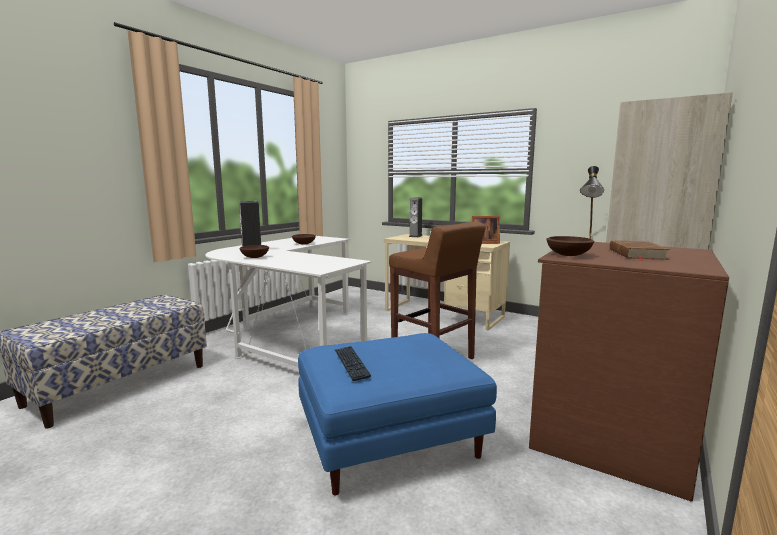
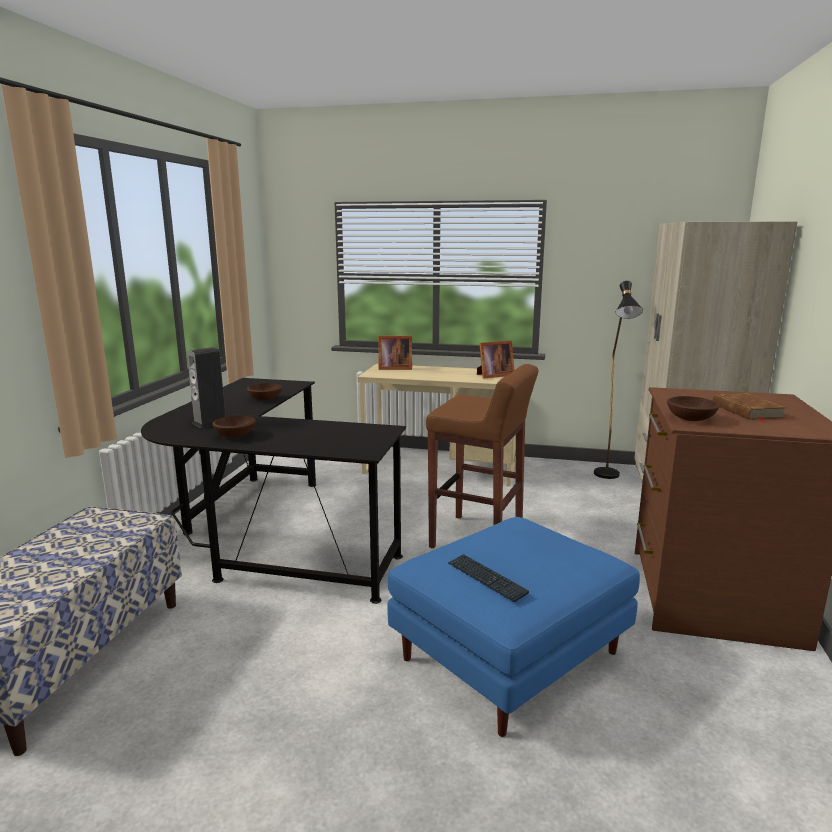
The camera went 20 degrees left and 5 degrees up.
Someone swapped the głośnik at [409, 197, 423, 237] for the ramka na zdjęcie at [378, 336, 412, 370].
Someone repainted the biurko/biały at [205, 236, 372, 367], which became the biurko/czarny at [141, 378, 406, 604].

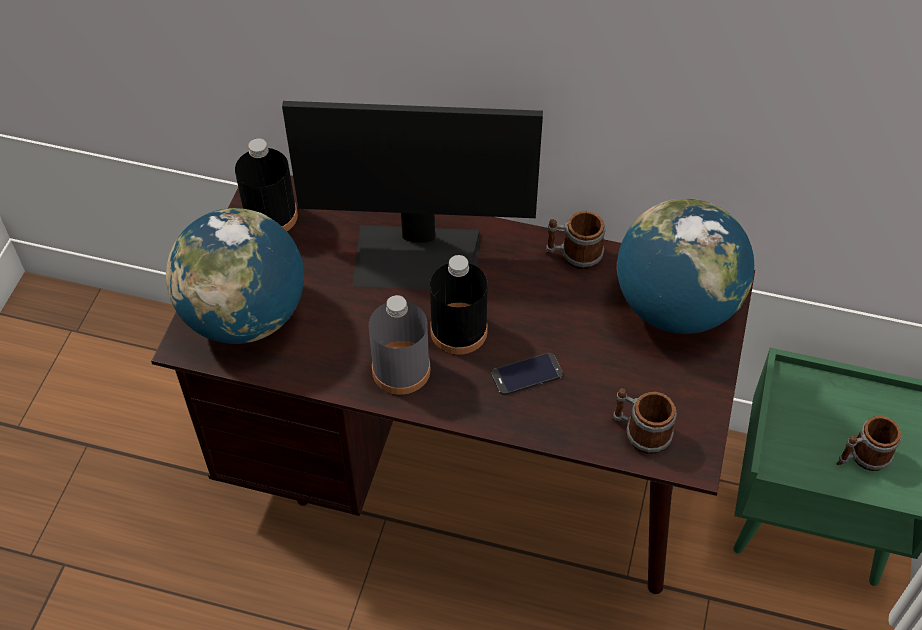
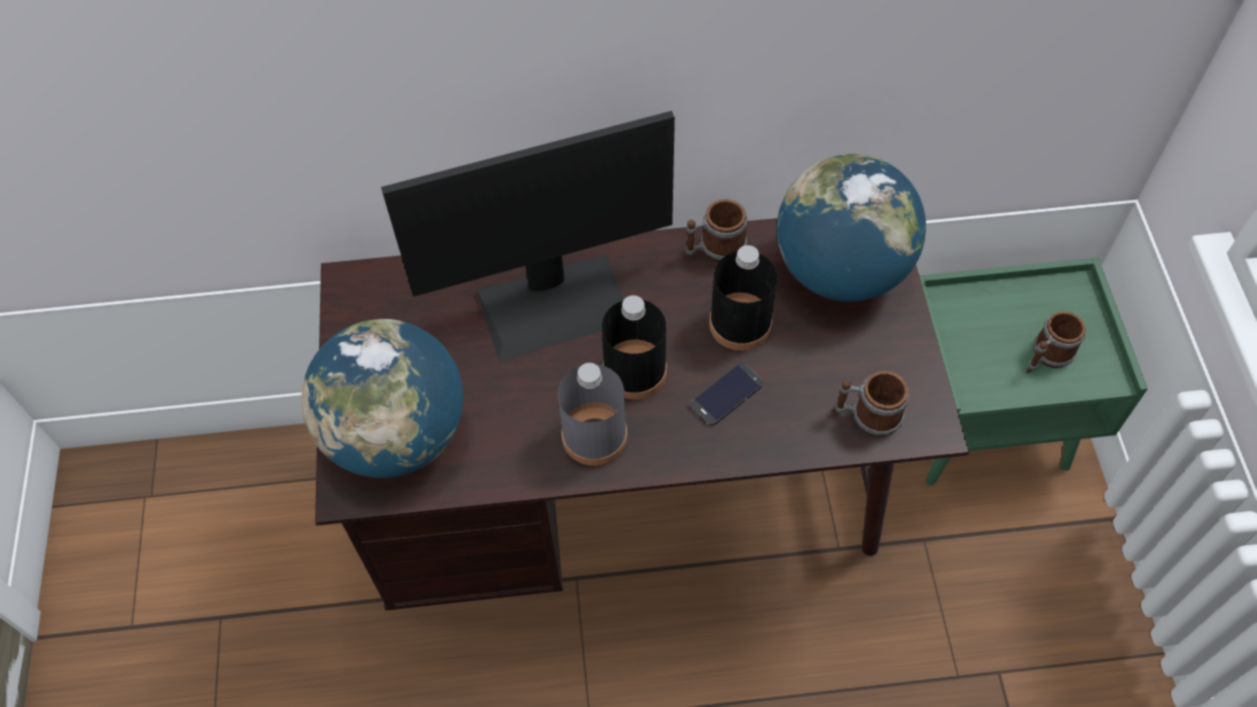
The camera went 20 degrees left and 5 degrees up.
Someone carried the butelka/czarny from [235, 138, 298, 231] to [709, 245, 778, 351].

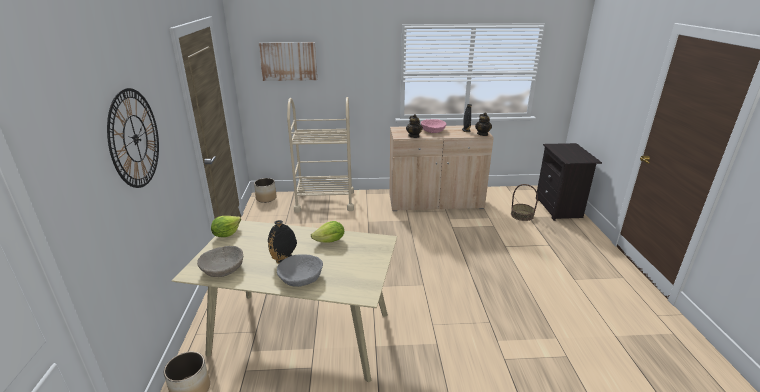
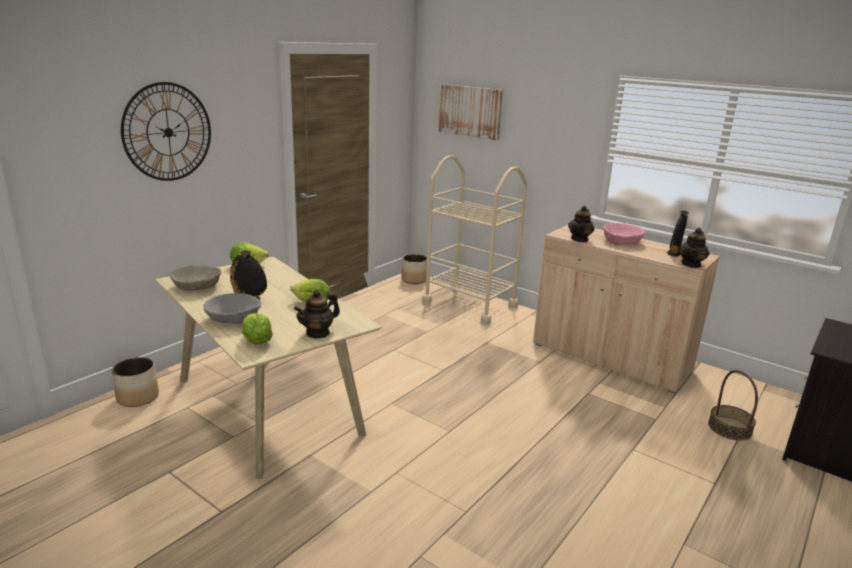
The camera went 40 degrees right and 5 degrees down.
Someone put down the imbryk at [294, 290, 340, 339].
Someone put down the sałata at [242, 313, 273, 344].

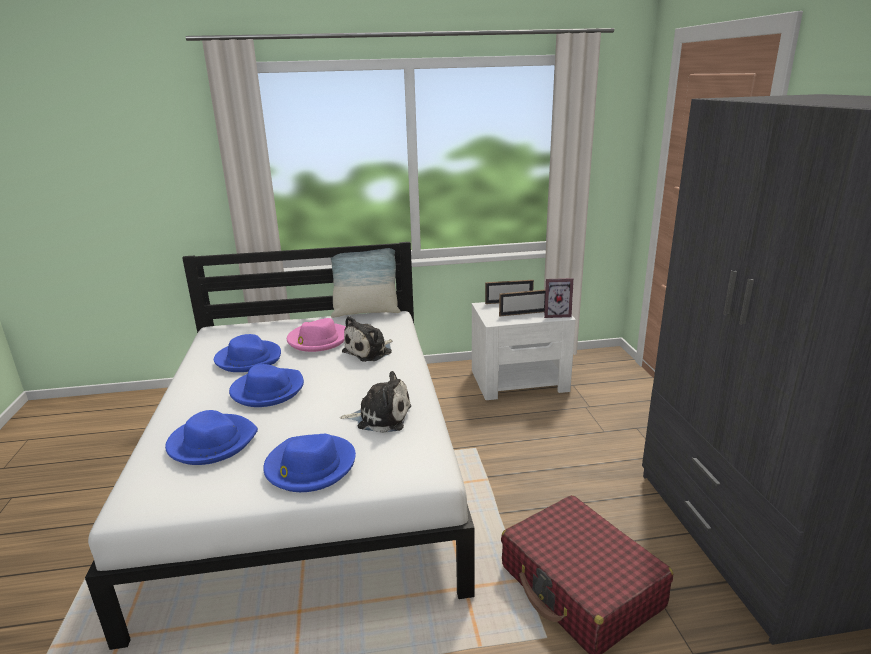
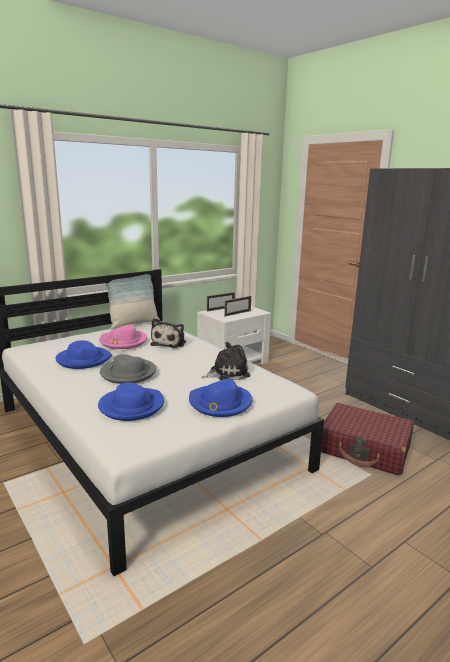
The camera went 30 degrees left and 5 degrees down.
Someone took away the ramka na zdjęcie at [544, 278, 574, 318].
Someone repainted the kapelusz/niebieski at [229, 364, 304, 407], which became the kapelusz/szary at [100, 354, 157, 384].

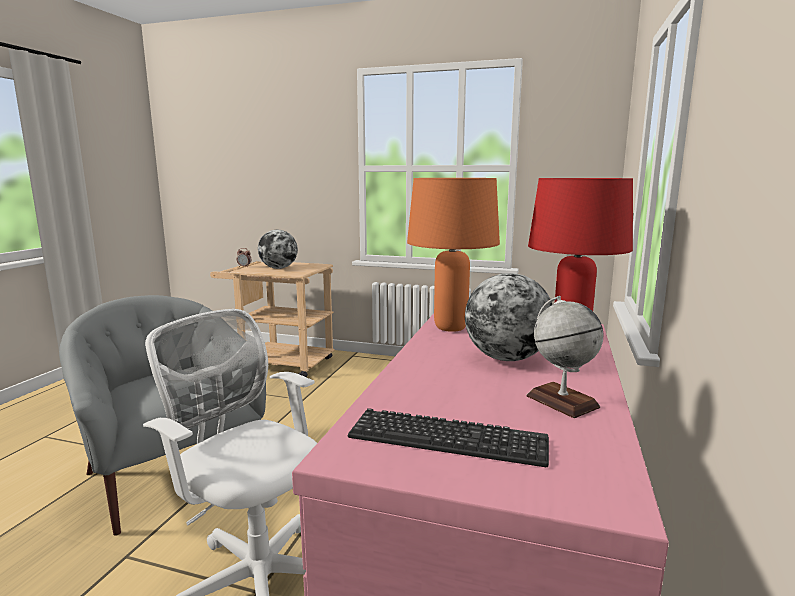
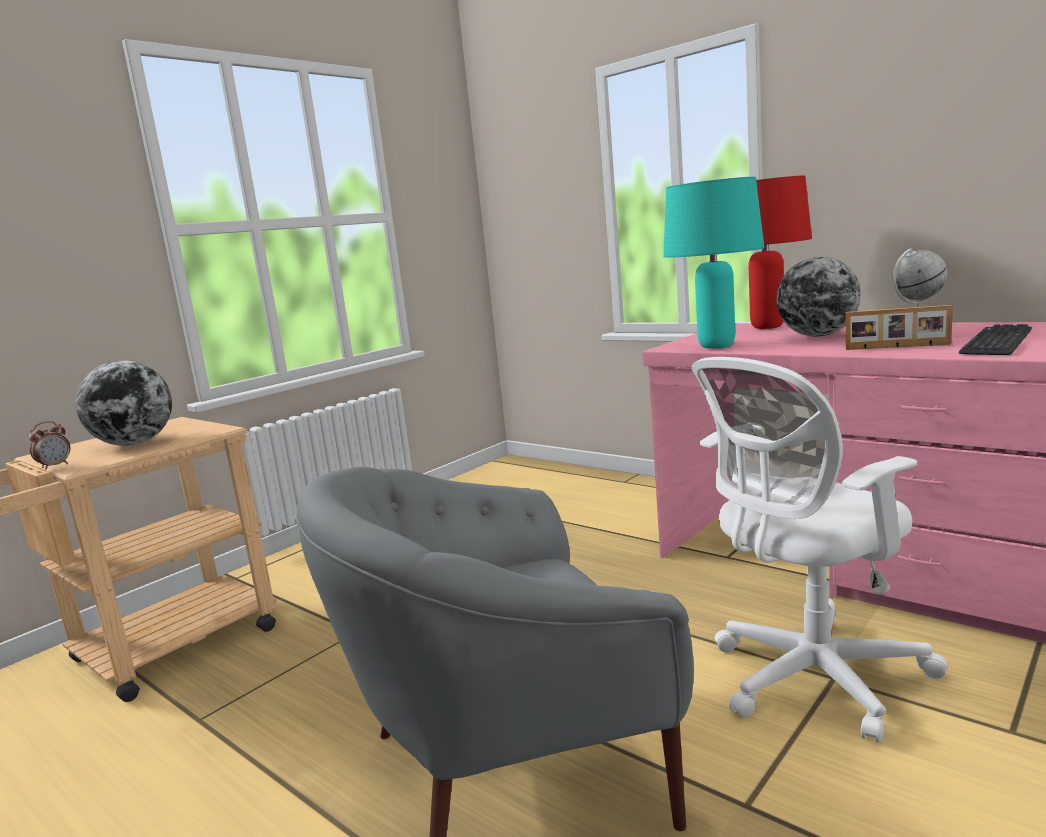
The camera went 65 degrees left and 0 degrees up.
Someone repainted the lampa stołowa/pomarańczowy at [407, 178, 500, 332], which became the lampa stołowa/turkusowy at [663, 177, 764, 349].
Someone put down the ramka na zdjęcie at [845, 305, 953, 350].

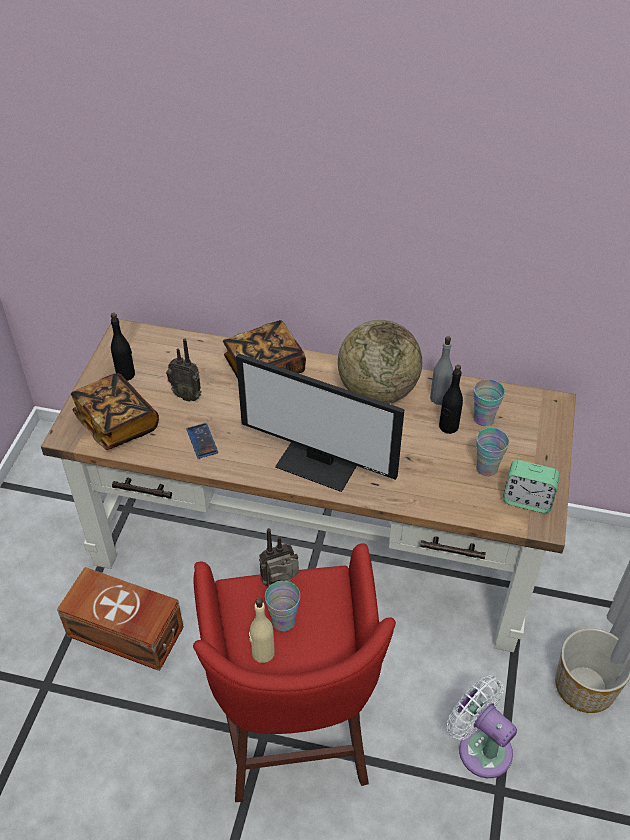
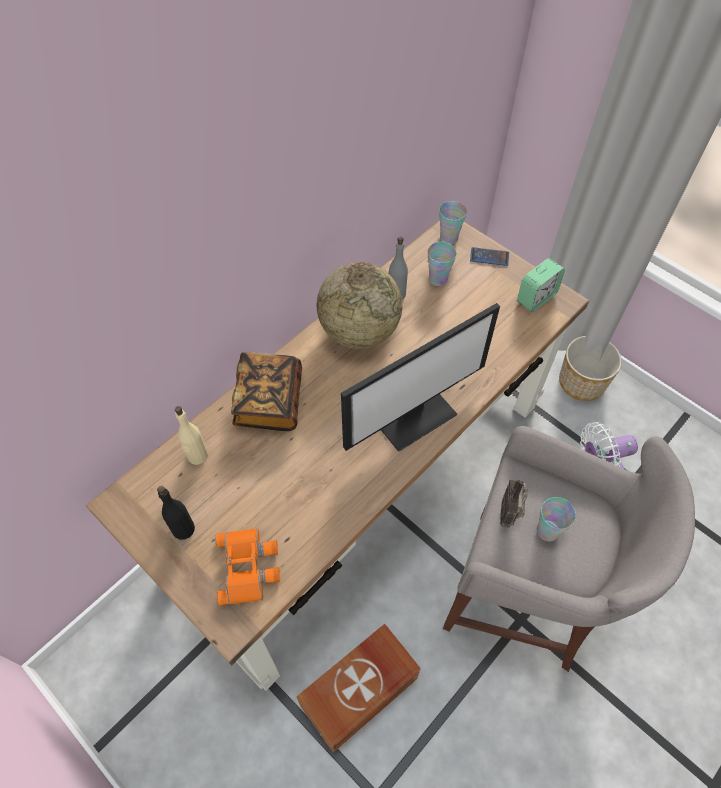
The camera went 60 degrees left and 10 degrees up.
Someone took away the radio at [166, 339, 202, 402].
Someone took away the butelka/czarny at [439, 365, 463, 434].
Someone swapped the książka at [71, 373, 159, 450] for the lornetka/pomarańczowy at [215, 528, 280, 605].
Someone carried the telefon from [186, 423, 218, 459] to [470, 247, 509, 266].
Someone carried the filiżanka from [476, 428, 509, 476] to [439, 201, 467, 244].
Someone repainted the stołek/czerwony at [193, 543, 396, 802], which became the stołek/szary at [443, 426, 695, 672].
Someone carried the butelka/beżowy from [249, 598, 275, 663] to [175, 406, 208, 465].

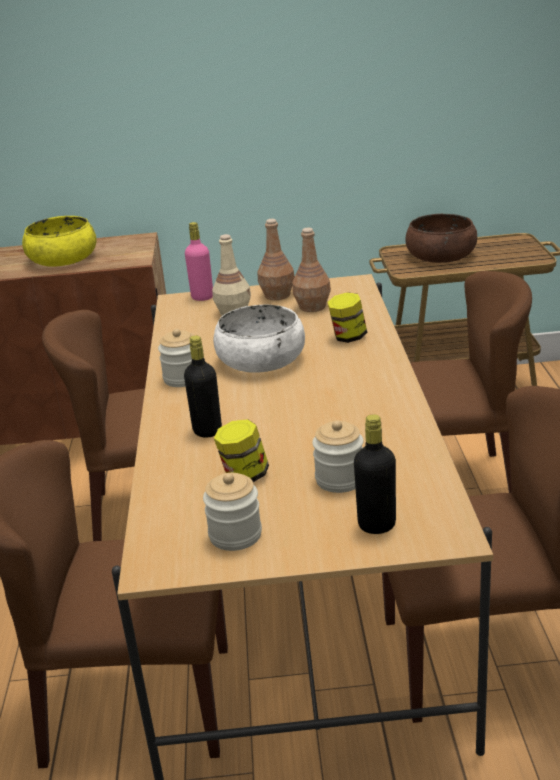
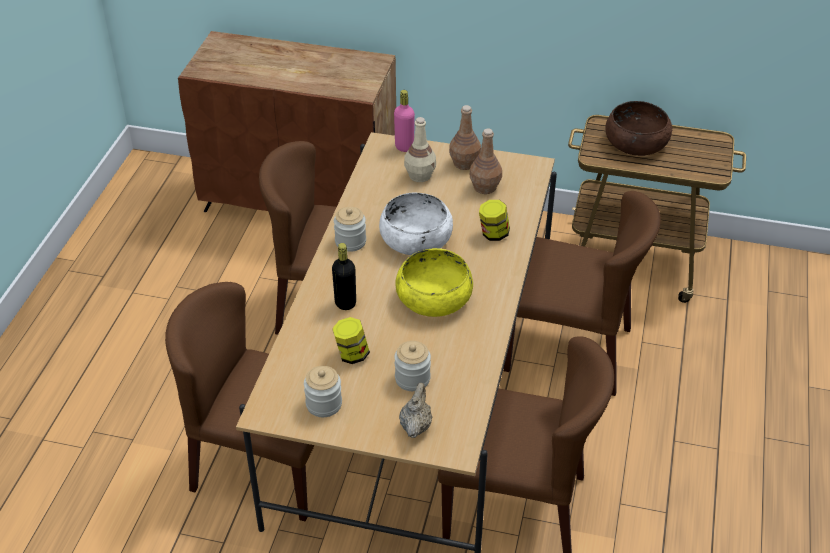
The camera went 15 degrees right and 15 degrees up.
Someone carried the miska/żółty from [22, 216, 96, 266] to [396, 248, 473, 317].
Someone swapped the butelka/czarny at [354, 414, 396, 534] for the imbryk/beżowy at [399, 383, 432, 438].

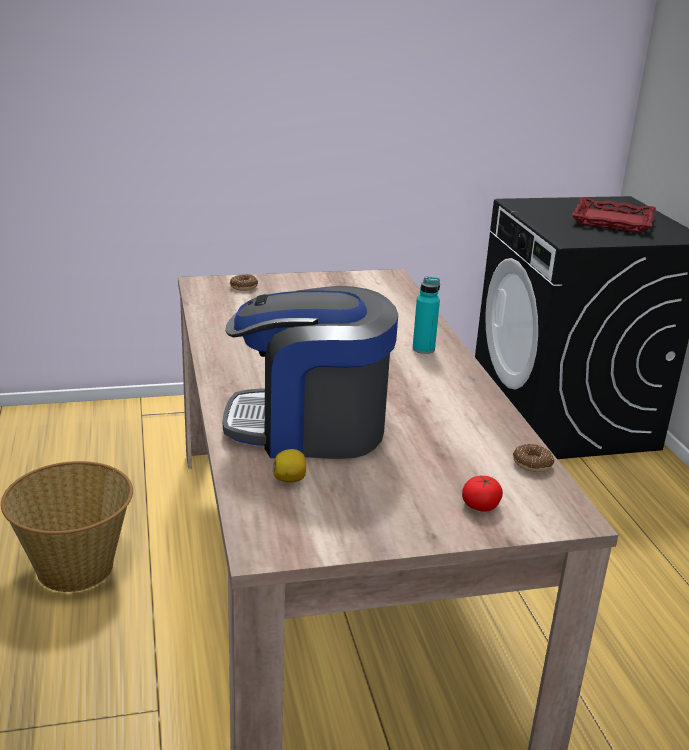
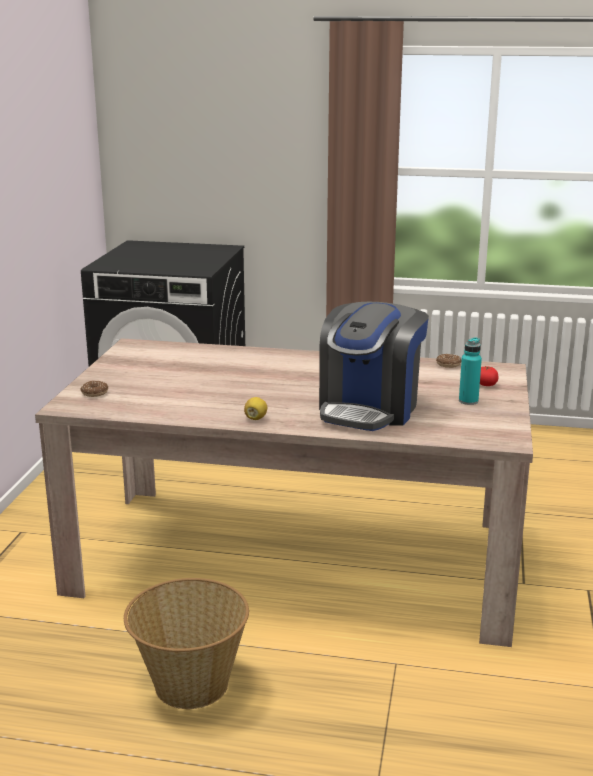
The camera went 65 degrees left and 5 degrees down.
Someone took away the taca/czerwony at [572, 197, 656, 233].
Someone carried the butelka/turkusowy from [413, 276, 440, 354] to [459, 337, 482, 405].
Someone carried the cytryna from [272, 449, 306, 483] to [244, 397, 267, 420].

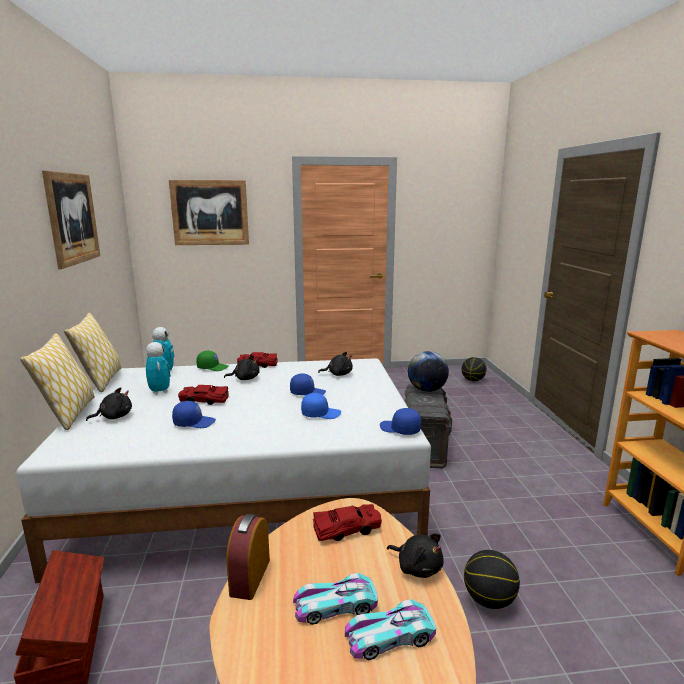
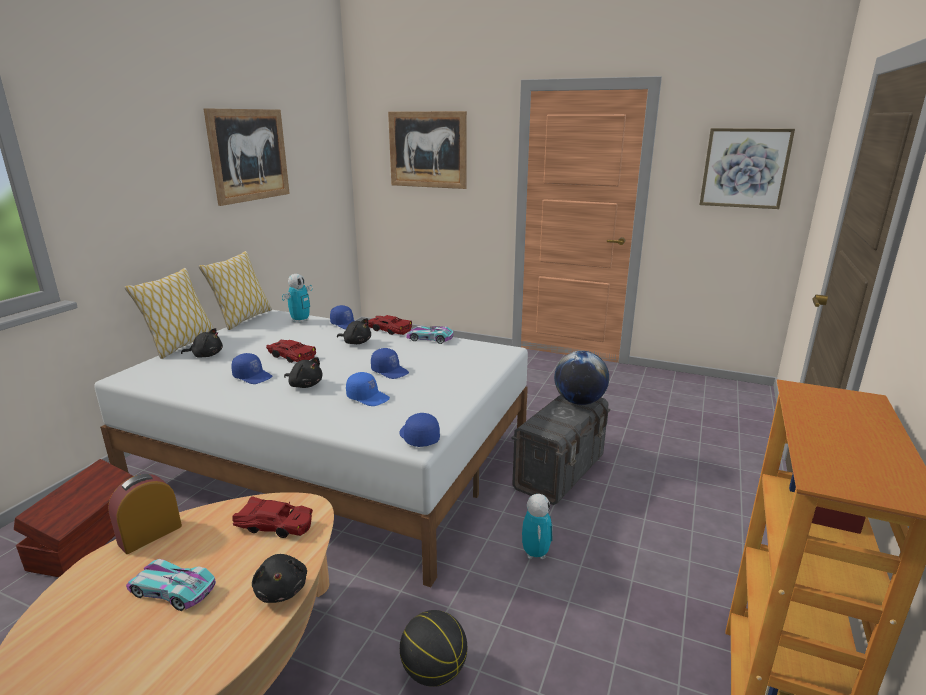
The camera went 30 degrees right and 5 degrees up.
Someone carried the robot zabawkowy from [146, 342, 171, 395] to [522, 494, 553, 559].
Someone repainted the czapka z daszkiem/zielony at [197, 351, 228, 371], which became the czapka z daszkiem/niebieski at [330, 305, 355, 329].
Someone carried the pluszak/czarny from [318, 352, 353, 376] to [284, 357, 322, 388].
Someone took away the piłka do koszykówki at [461, 357, 486, 381].
Someone carried the samochodzik from [345, 599, 436, 660] to [406, 326, 454, 344].
Someone put up the obraz at [699, 128, 795, 209].

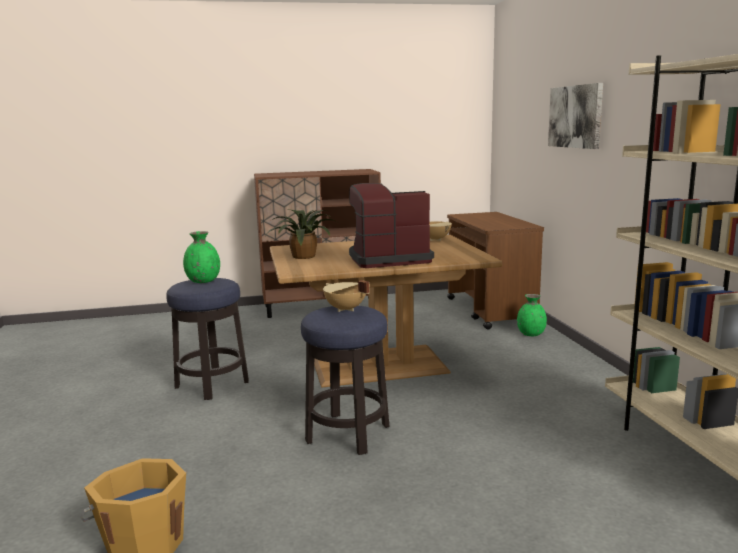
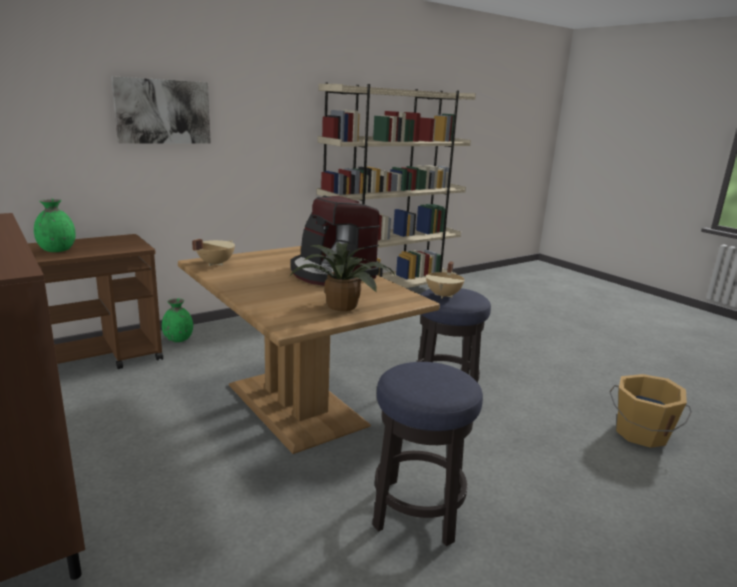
The camera went 115 degrees left and 5 degrees up.
Someone carried the wazon/zielony from [183, 231, 220, 283] to [34, 199, 76, 252].

